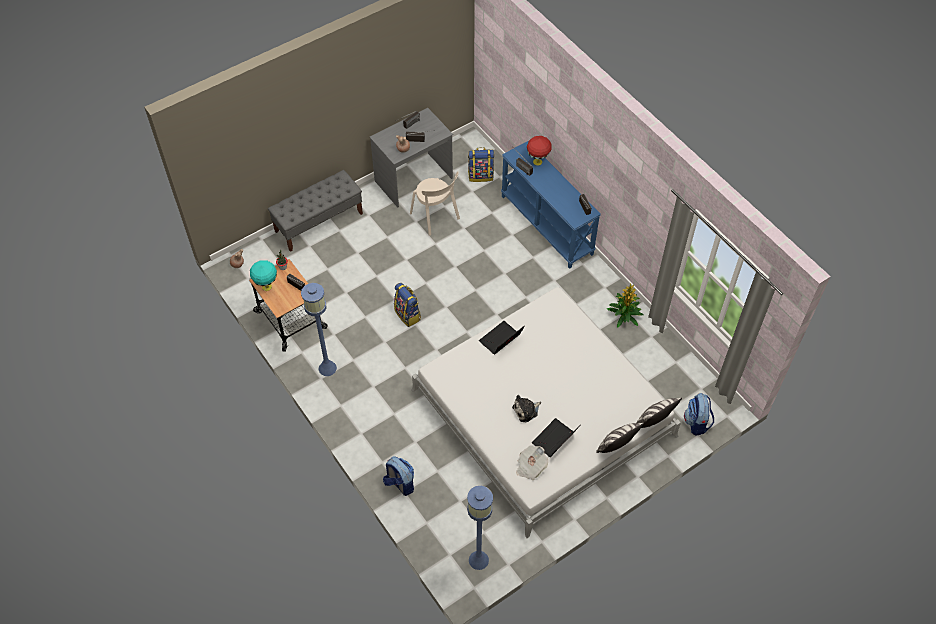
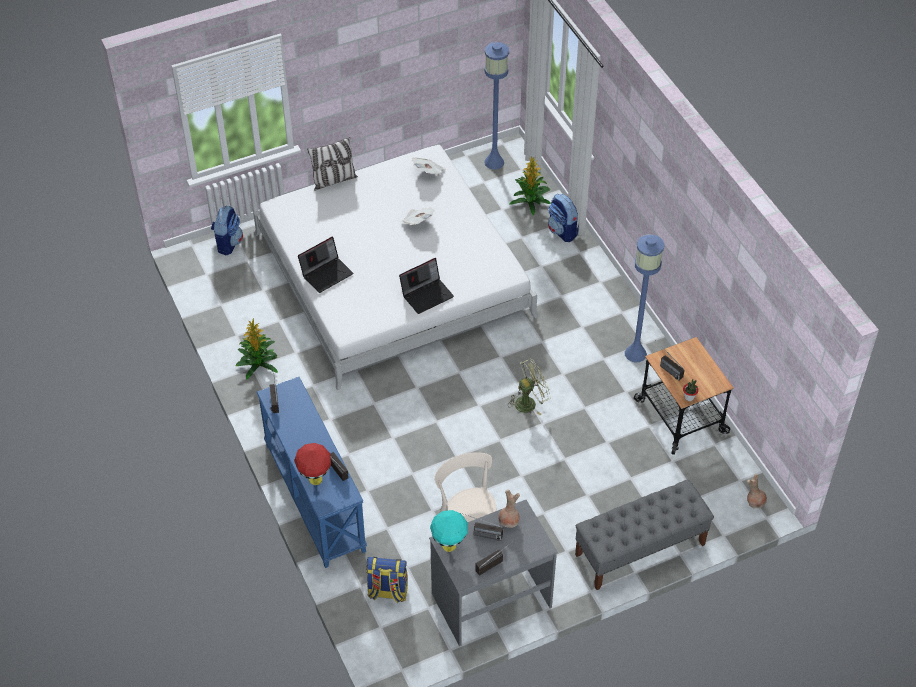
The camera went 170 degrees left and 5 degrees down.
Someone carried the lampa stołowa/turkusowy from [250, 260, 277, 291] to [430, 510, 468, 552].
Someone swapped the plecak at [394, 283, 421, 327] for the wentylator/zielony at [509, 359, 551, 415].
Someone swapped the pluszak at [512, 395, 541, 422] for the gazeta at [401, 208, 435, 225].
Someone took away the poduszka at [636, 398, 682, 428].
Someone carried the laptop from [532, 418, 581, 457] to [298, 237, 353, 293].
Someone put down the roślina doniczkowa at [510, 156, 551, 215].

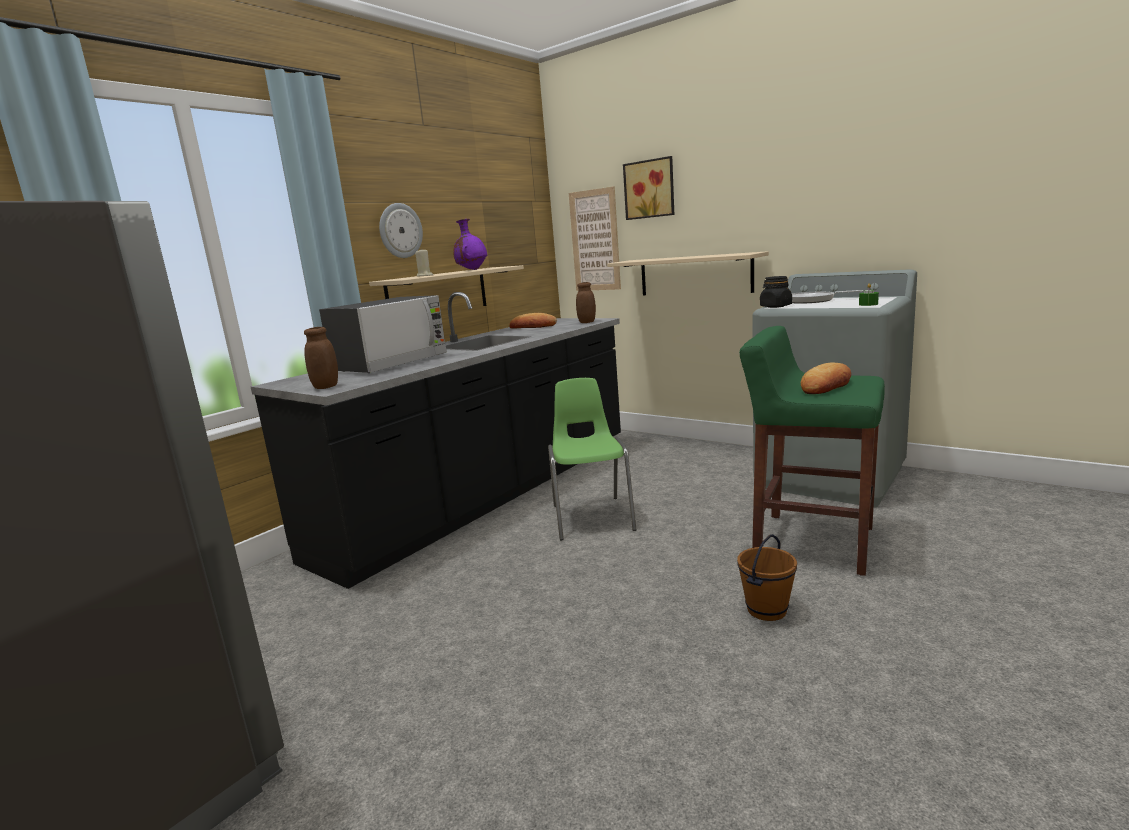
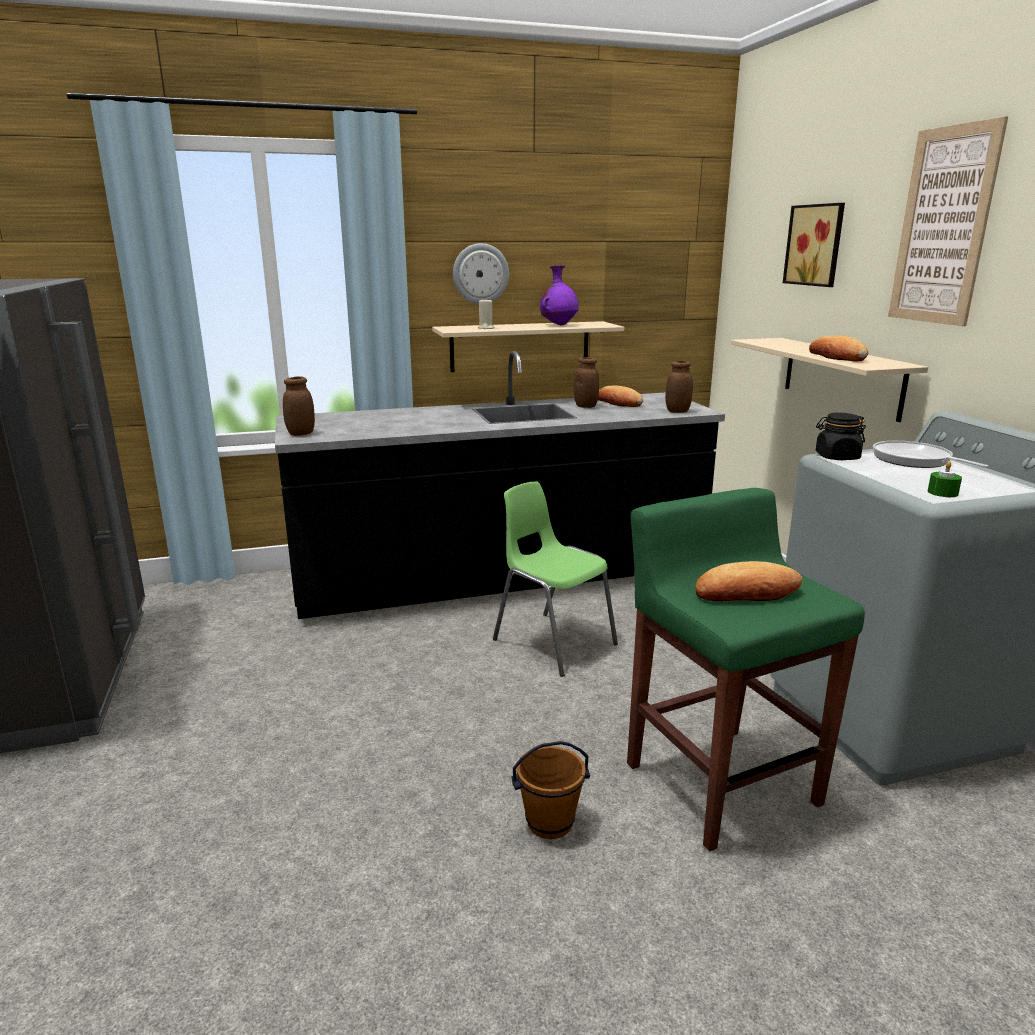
The camera went 35 degrees right and 5 degrees up.
Someone carried the obraz from [569, 186, 621, 291] to [888, 116, 1008, 326].
Someone took away the mikrofalówka at [319, 295, 447, 373].
Someone rotated the krzesło/zielony at [548, 378, 637, 541] by 75 degrees counterclockwise.
Someone put down the chleb at [809, 335, 868, 361].
Someone put down the słoik/brązowy at [574, 357, 599, 408].

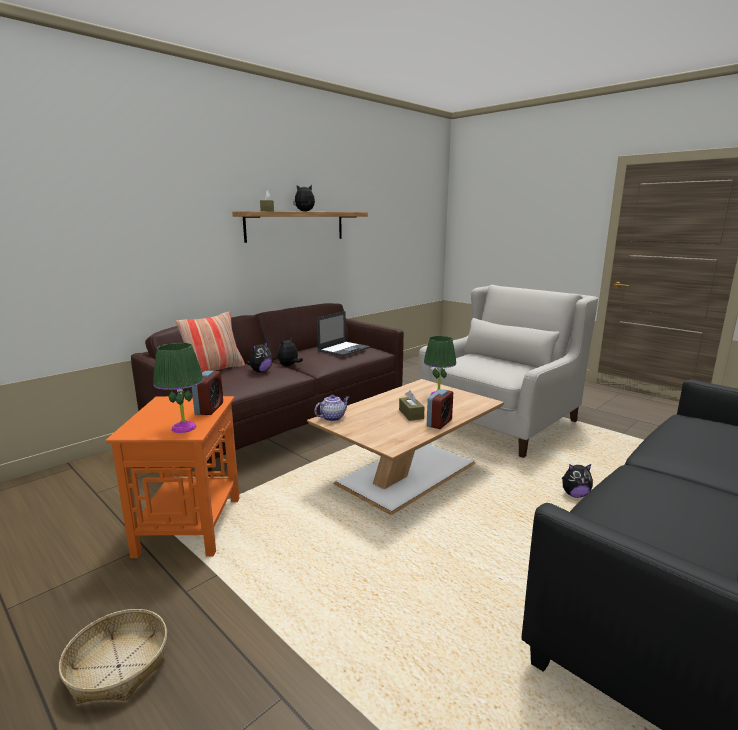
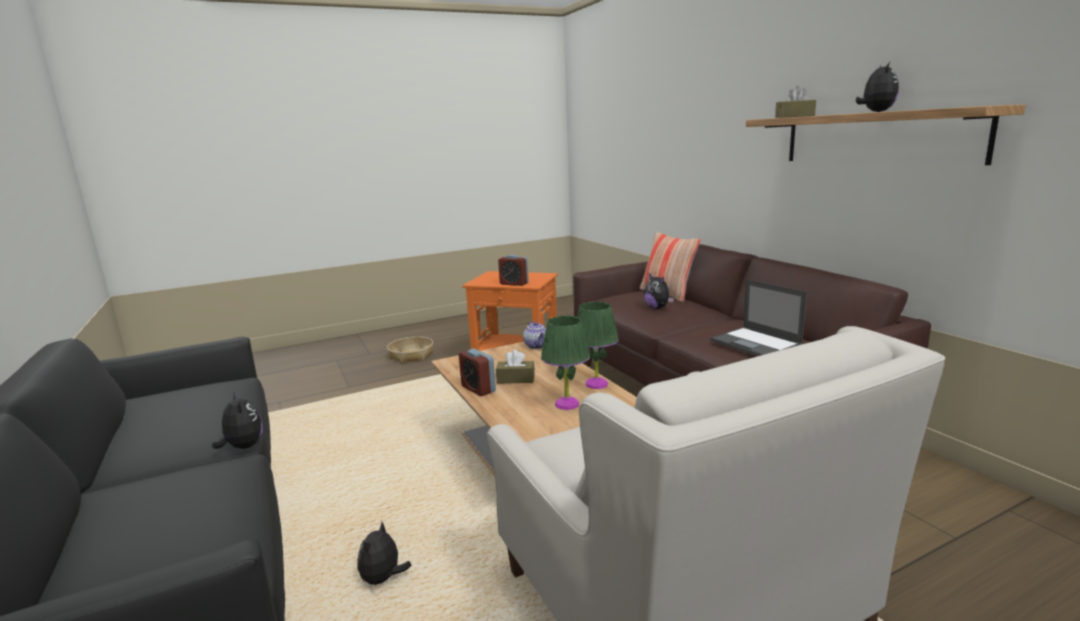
The camera went 110 degrees right and 0 degrees up.
Someone carried the pluszak from [277, 338, 303, 366] to [212, 391, 262, 449].
Someone carried the lampa stołowa/zielony from [153, 343, 203, 433] to [577, 302, 619, 389].

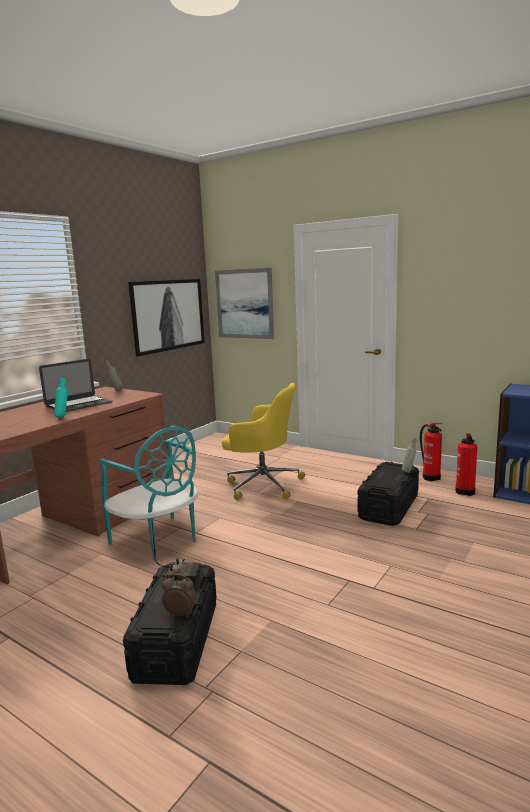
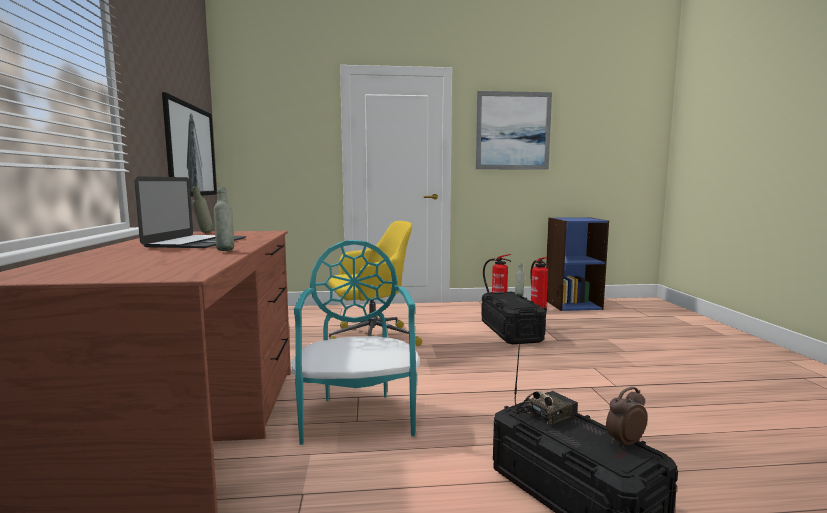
The camera went 40 degrees left and 5 degrees down.
Someone carried the obraz from [215, 268, 274, 339] to [475, 91, 552, 170].
Someone repainted the butelka/turkusowy at [54, 378, 68, 418], which became the butelka/szary at [214, 187, 234, 251].
Someone rotated the krzesło/turkusowy at [99, 426, 198, 560] by 105 degrees counterclockwise.

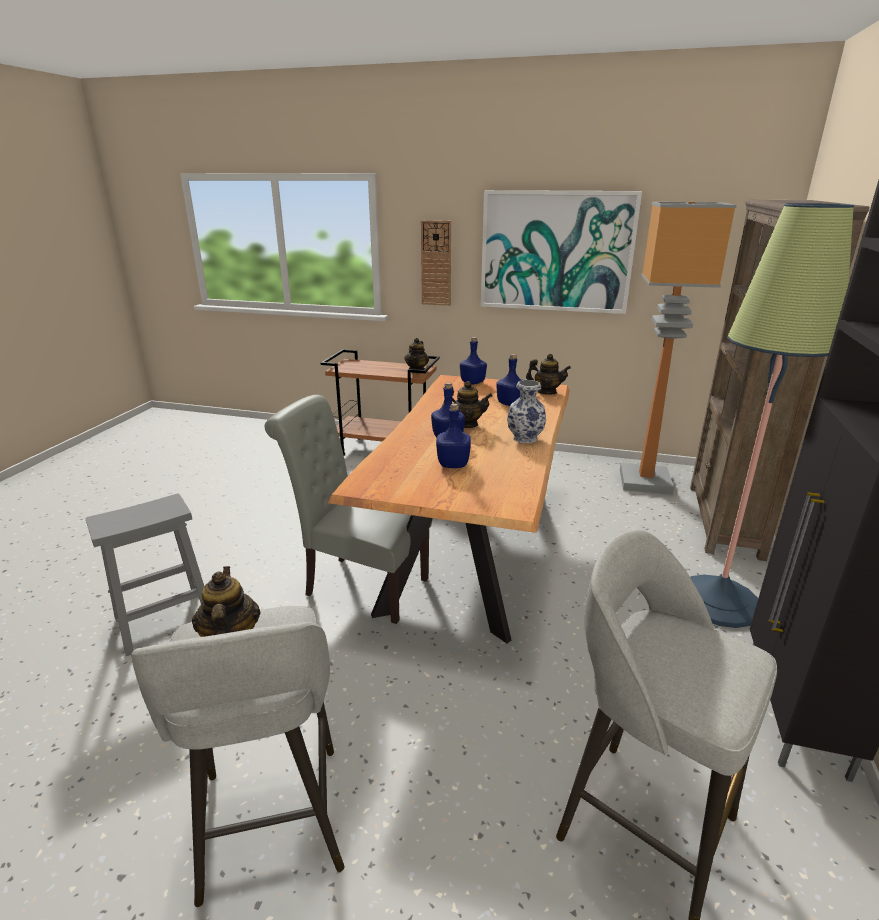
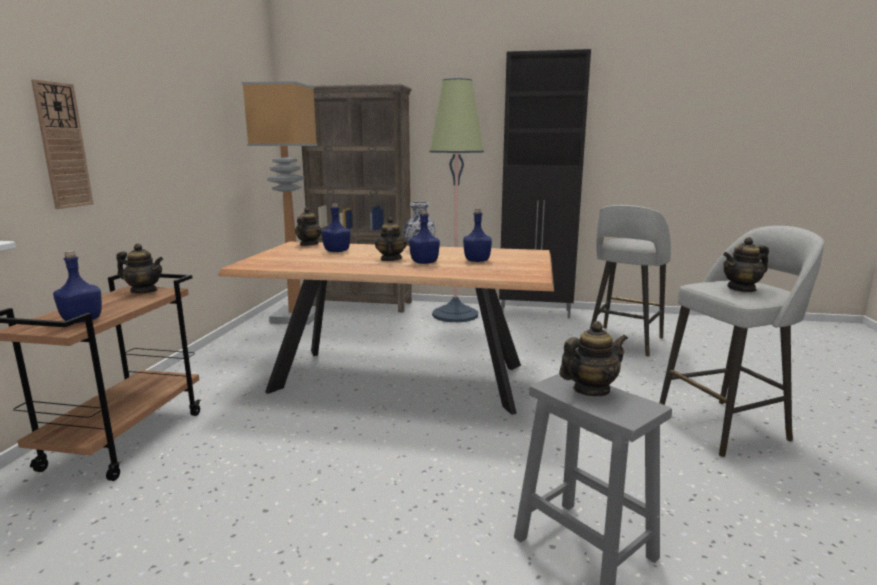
The camera went 95 degrees left and 10 degrees down.
Someone took away the obraz at [481, 190, 642, 314].
Someone carried the butelka/niebieski from [460, 337, 487, 384] to [53, 251, 102, 323].
Someone took away the krzesło/szary at [265, 395, 432, 624].
Someone put down the imbryk at [559, 321, 628, 396].

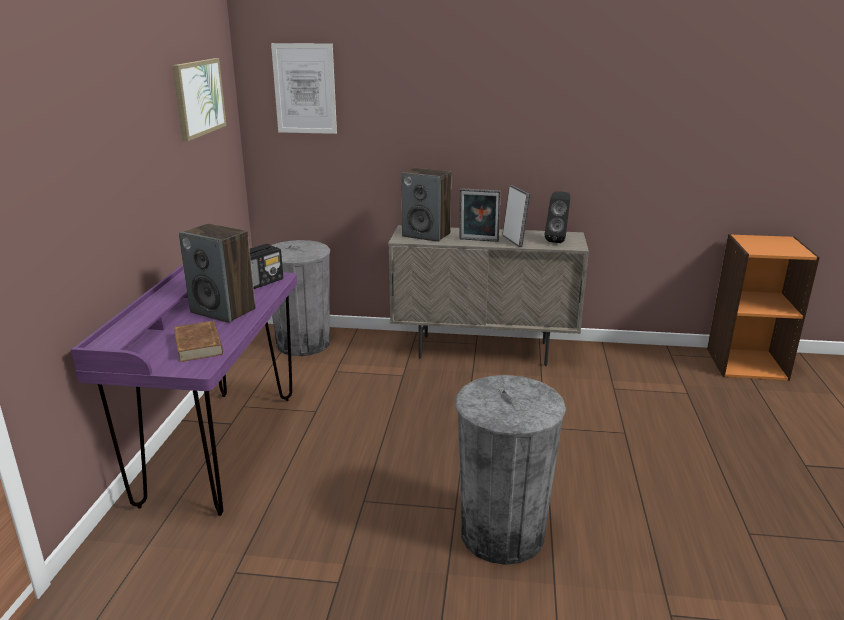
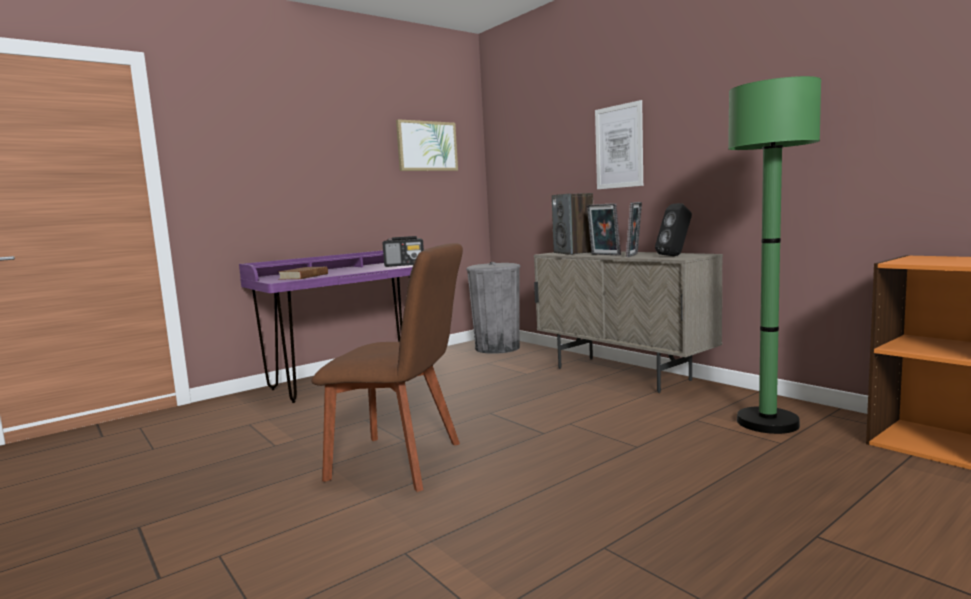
The camera went 45 degrees right and 15 degrees down.
Someone carried the obraz from [271, 43, 337, 134] to [595, 100, 643, 189].
Someone took away the głośnik at [179, 223, 255, 323].
Someone swapped the kosz na śmieci/szary at [456, 375, 566, 565] for the krzesło/brązowy at [311, 243, 463, 492].
Someone put down the lampa stojąca/zielony at [728, 76, 821, 434].

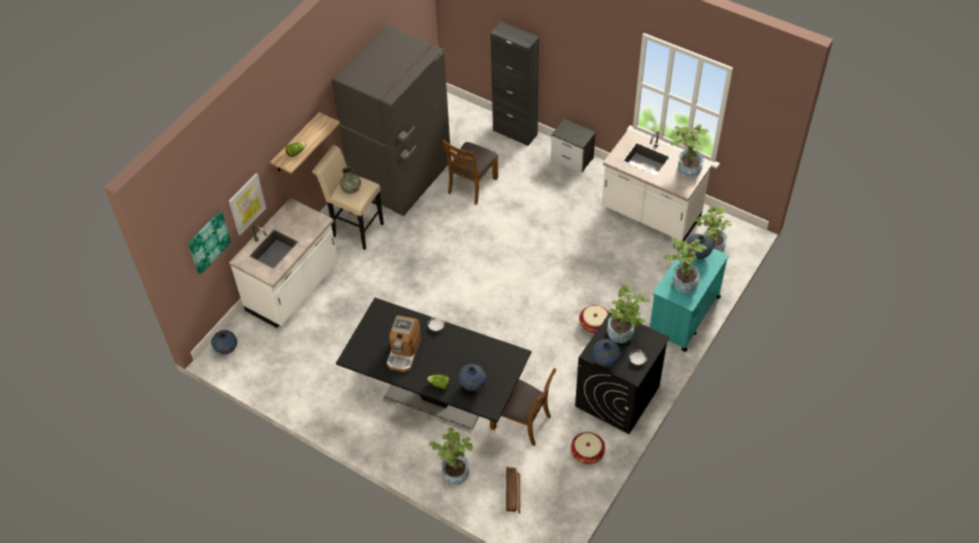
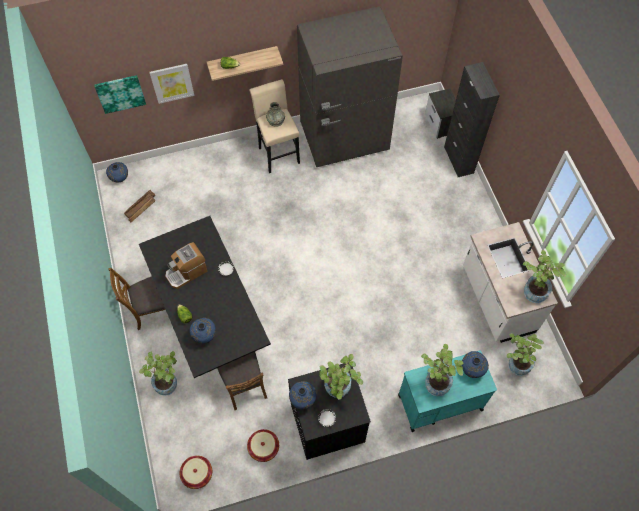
The camera went 40 degrees right and 10 degrees up.
Someone carried the szafka nocna from [551, 119, 596, 173] to [425, 89, 456, 139].
Someone carried the krzesło/brązowy from [442, 140, 498, 205] to [109, 268, 166, 330].
Someone took away the zabudowa kuchenna/biały at [229, 198, 338, 328].
Someone carried the koszyk from [579, 305, 609, 333] to [180, 456, 212, 489].
Someone carried the skrzynka from [506, 467, 520, 514] to [124, 190, 155, 222].

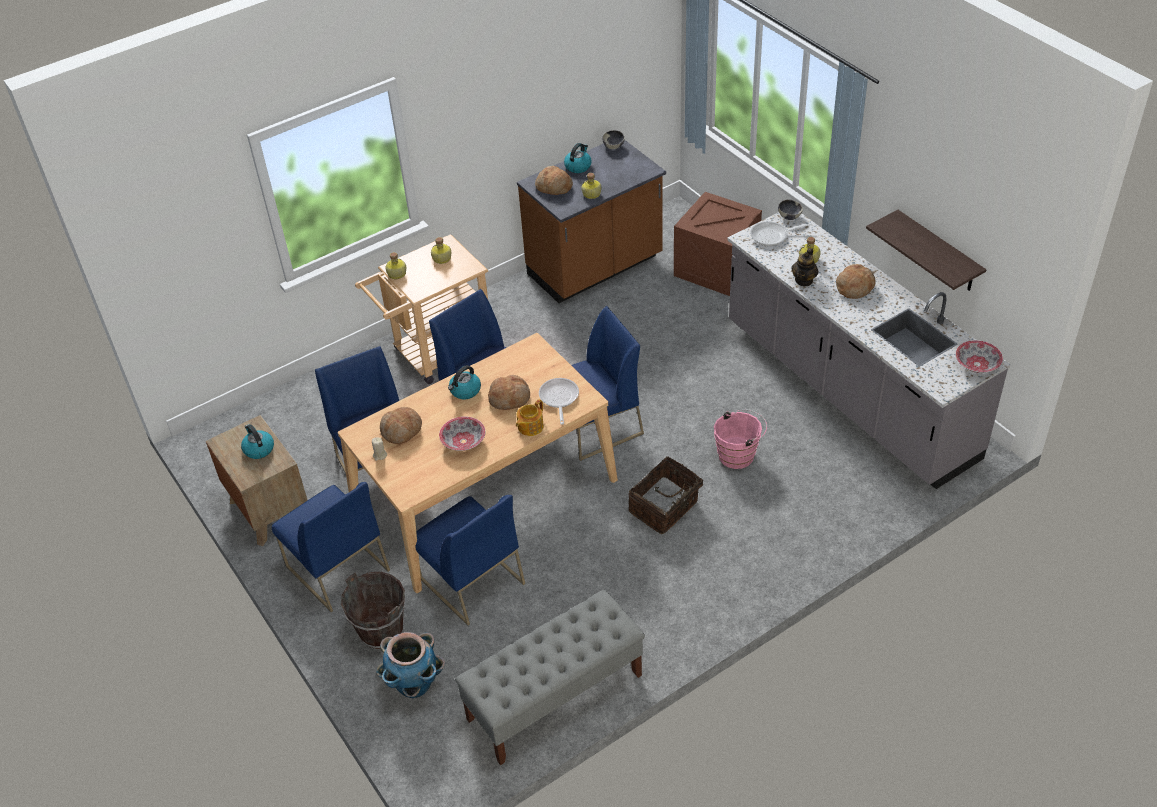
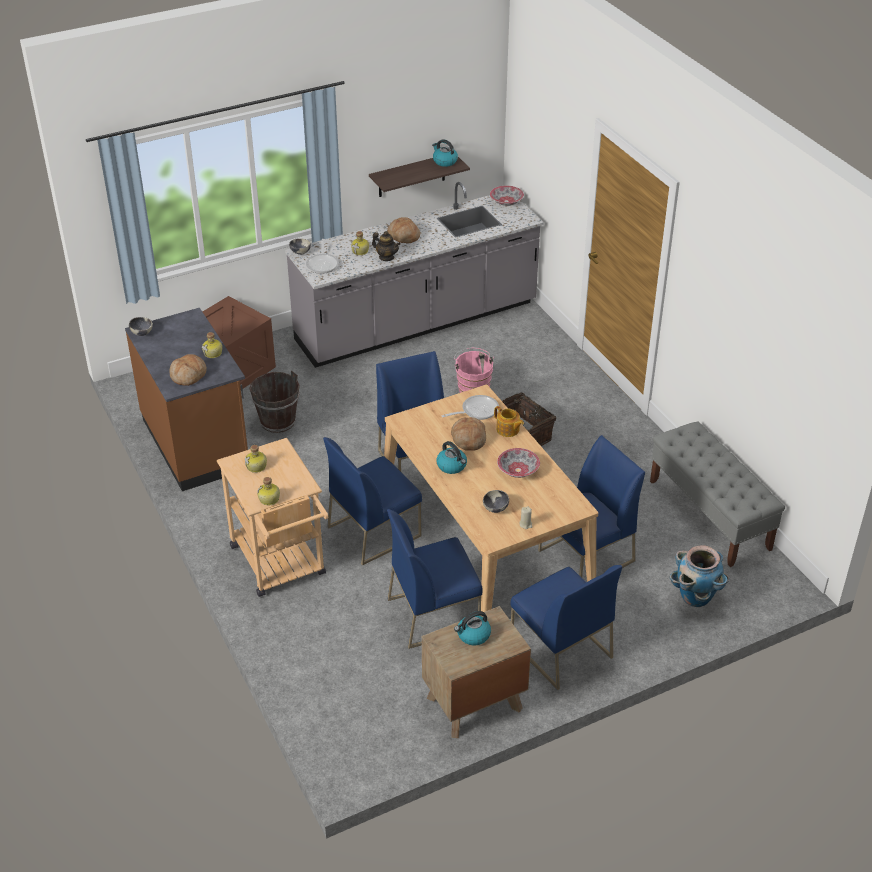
The camera went 85 degrees left and 5 degrees down.
Someone carried the czajnik from [564, 143, 592, 173] to [432, 139, 458, 167].
Someone rotated the patelnia at [539, 378, 579, 425] by 150 degrees clockwise.
Someone swapped the chleb at [380, 407, 422, 444] for the miska at [483, 490, 509, 513].
Someone rotated the krzesło/niebieski at [272, 482, 390, 612] by 90 degrees clockwise.
Someone carried the wiadro/brązowy from [341, 572, 406, 649] to [249, 371, 300, 433].

